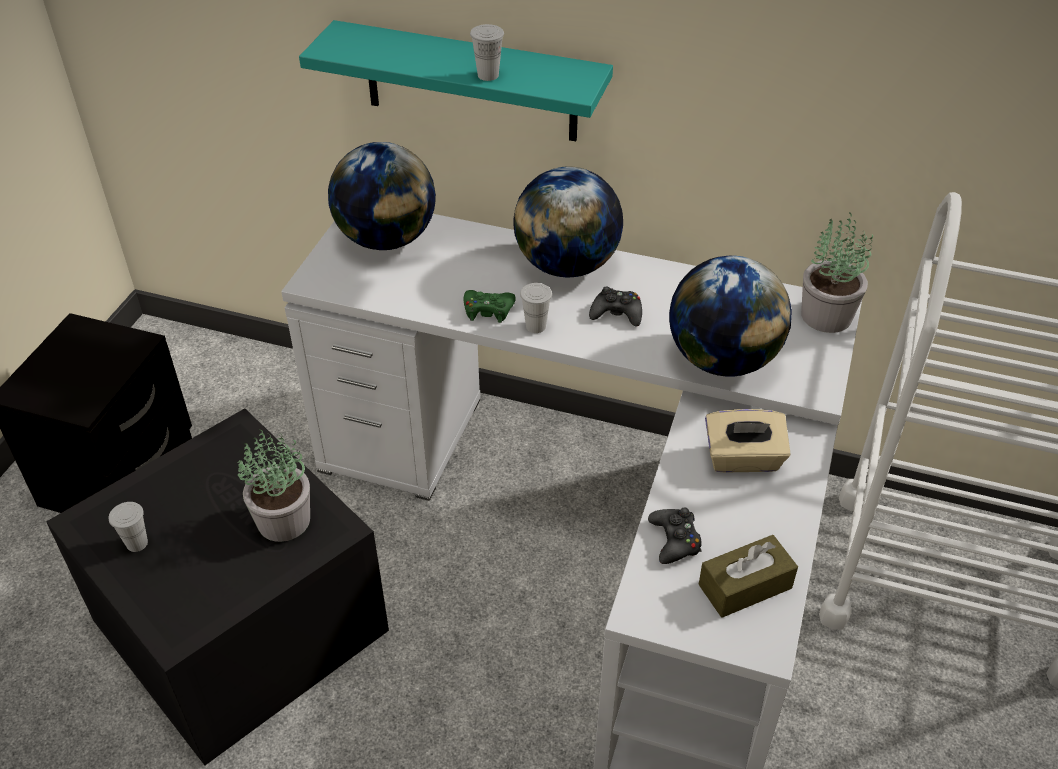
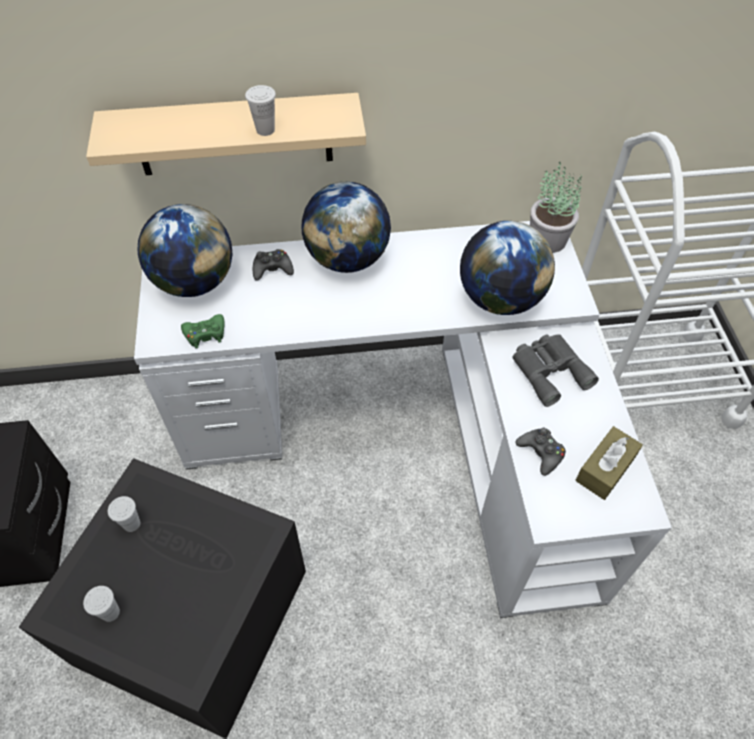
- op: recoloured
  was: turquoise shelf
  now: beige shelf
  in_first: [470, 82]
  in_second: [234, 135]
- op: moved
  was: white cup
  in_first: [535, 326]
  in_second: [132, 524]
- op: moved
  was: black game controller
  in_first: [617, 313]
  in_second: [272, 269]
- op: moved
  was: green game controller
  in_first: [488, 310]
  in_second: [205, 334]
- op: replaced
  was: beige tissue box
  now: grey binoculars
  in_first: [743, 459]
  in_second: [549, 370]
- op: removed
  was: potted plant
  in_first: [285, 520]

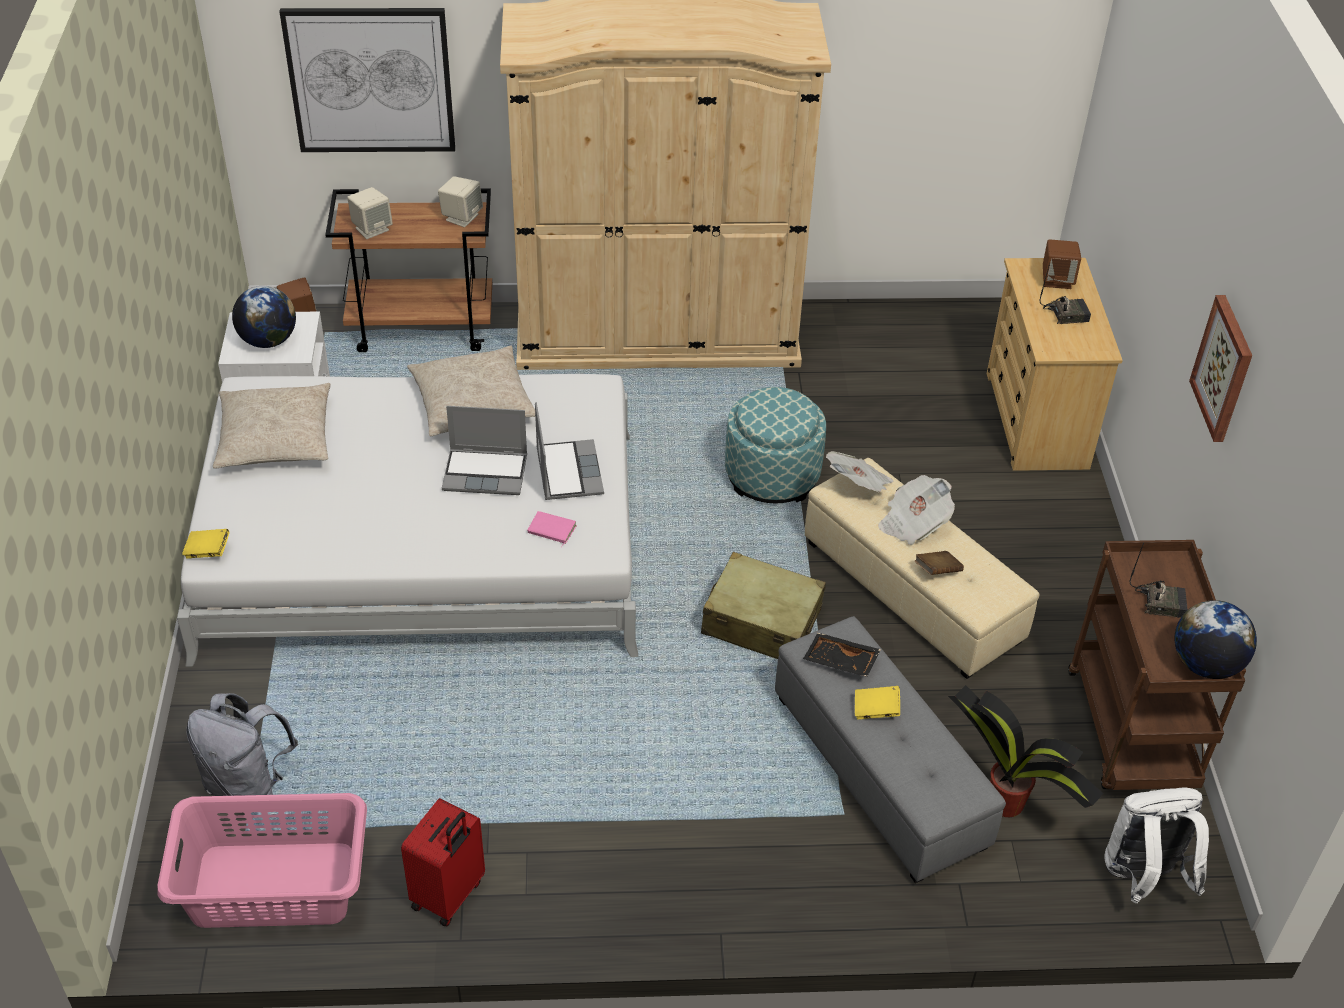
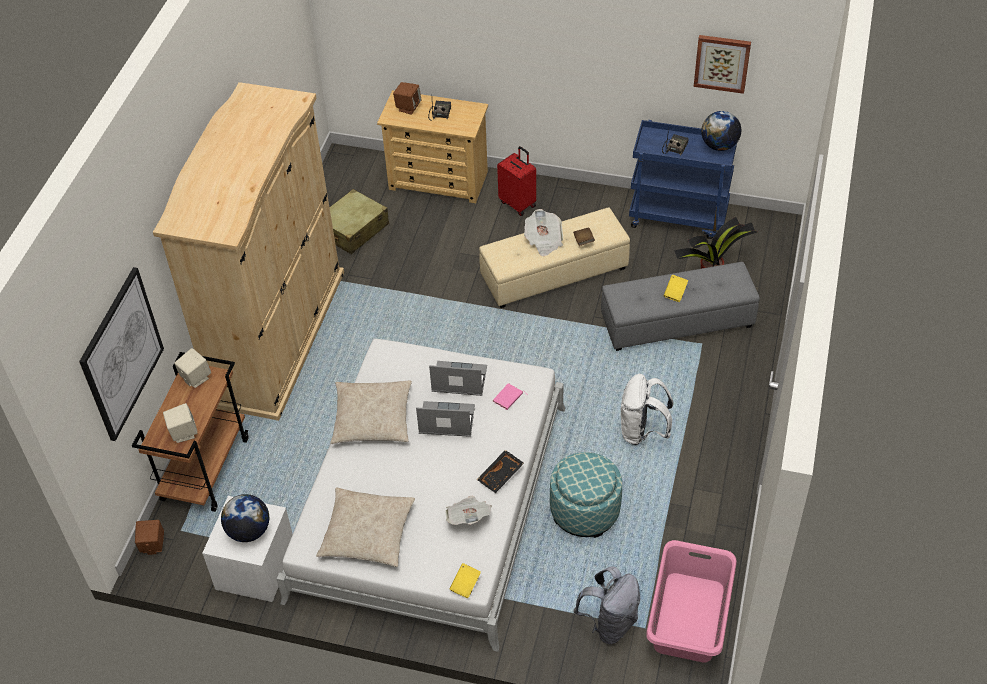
- op: moved
  was: picture
  in_first: [1224, 368]
  in_second: [722, 63]
- op: moved
  was: ottoman
  in_first: [772, 475]
  in_second: [585, 511]
- op: turned
  was: laptop
  in_first: [486, 472]
  in_second: [446, 421]
  clockwise: -105
- op: moved
  was: newspaper
  in_first: [858, 485]
  in_second: [468, 517]
- op: recoloured
  was: brown cart
  now: blue cart
  in_first: [1132, 733]
  in_second: [679, 216]
- op: moved
  was: beige suitcase
  in_first: [761, 622]
  in_second: [353, 230]
- op: moved
  was: black tray
  in_first: [840, 662]
  in_second: [501, 475]
- op: moved
  was: white backpack
  in_first: [1143, 877]
  in_second: [642, 431]
- op: moved
  was: red suitcase
  in_first: [449, 895]
  in_second: [518, 203]

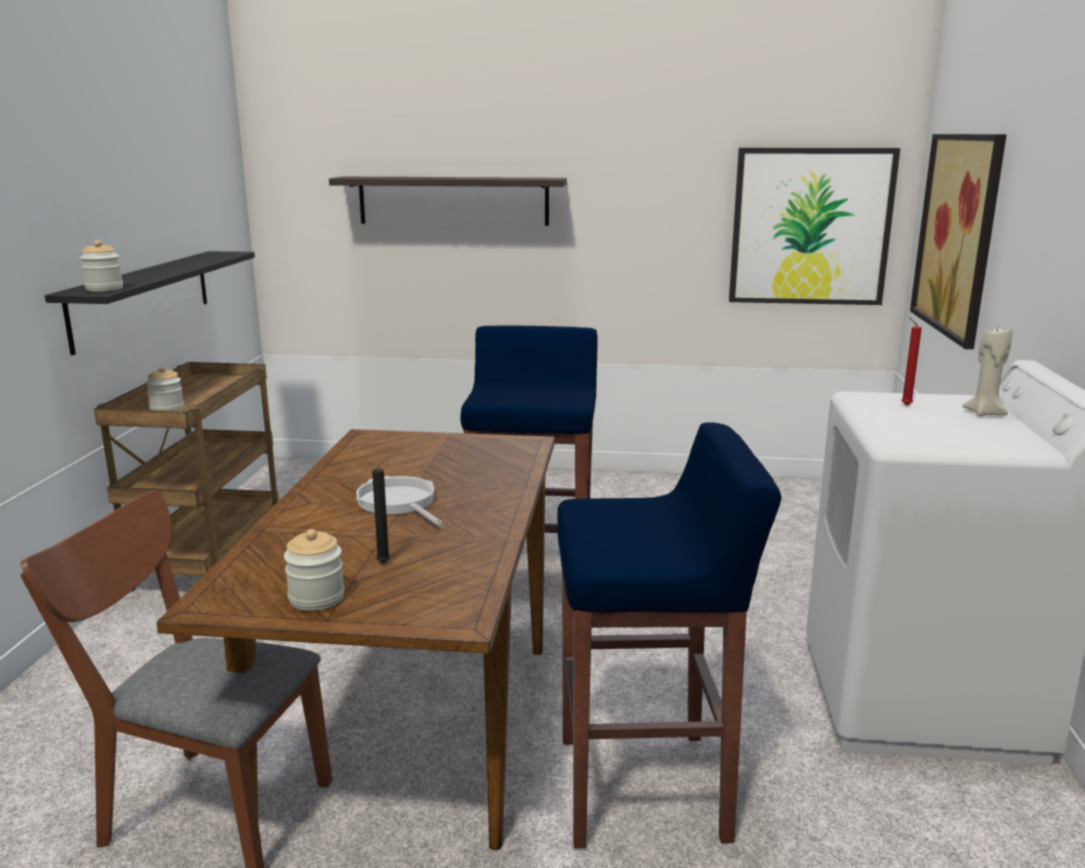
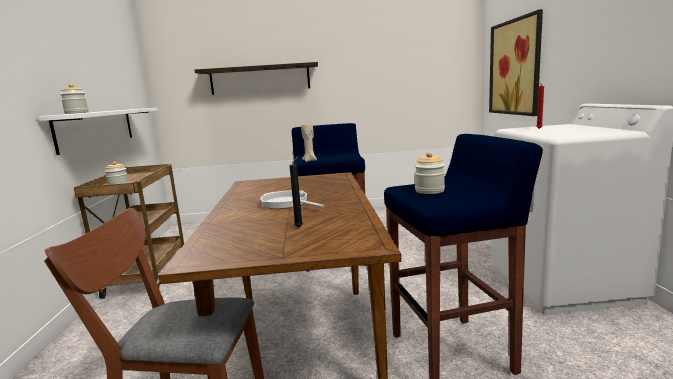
- op: removed
  was: picture
  in_first: [810, 227]
- op: recoloured
  was: black shelf
  now: white shelf
  in_first: [143, 298]
  in_second: [97, 128]
- op: moved
  was: beige candle
  in_first: [984, 413]
  in_second: [310, 160]
- op: moved
  was: jar
  in_first: [316, 598]
  in_second: [429, 191]

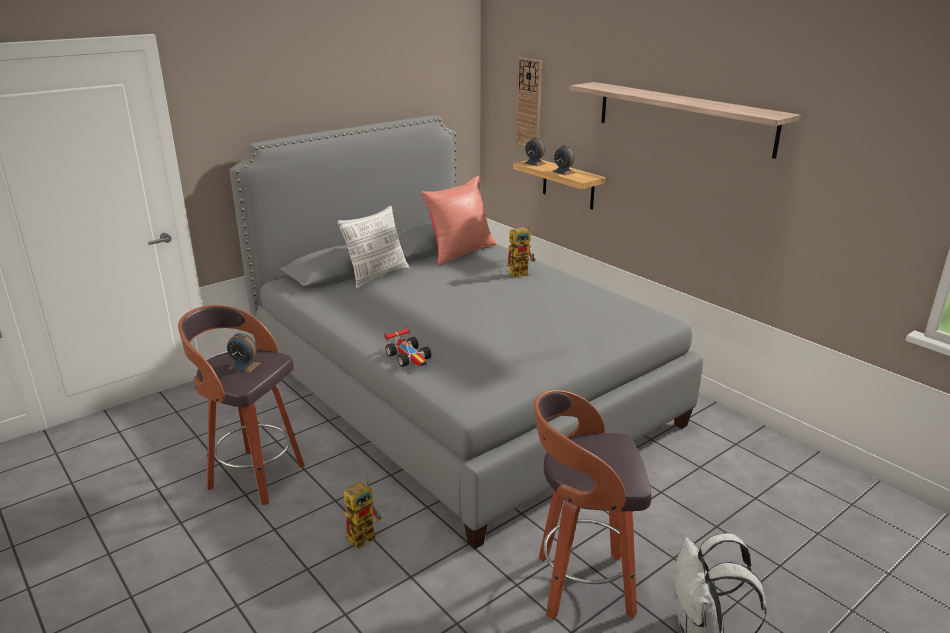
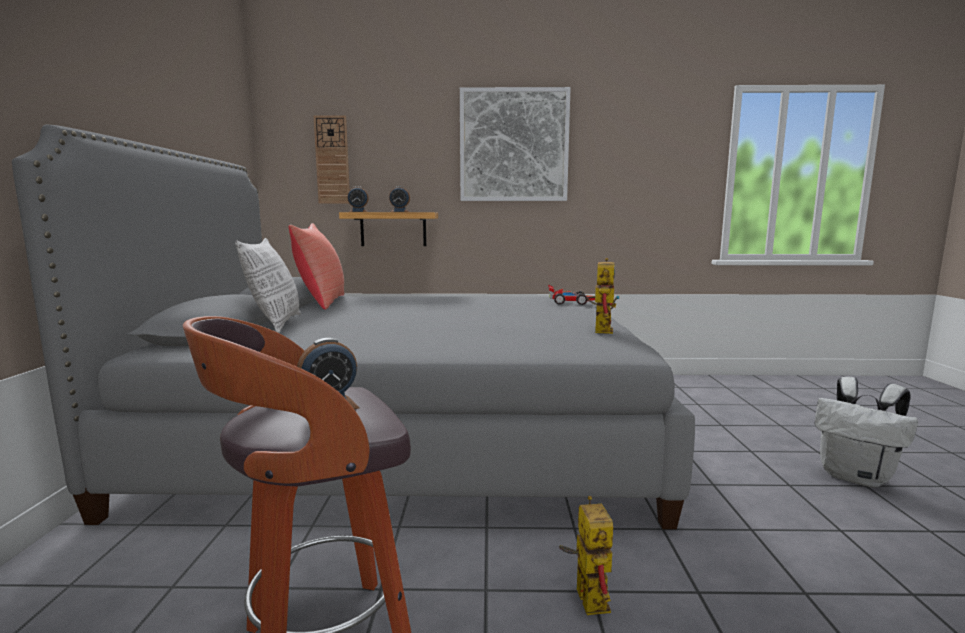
- op: replaced
  was: shelf
  now: picture
  in_first: [683, 117]
  in_second: [514, 145]
- op: moved
  was: toy robot
  in_first: [521, 273]
  in_second: [601, 329]
- op: moved
  was: toy car
  in_first: [409, 356]
  in_second: [570, 302]
- op: removed
  was: stool
  in_first: [581, 586]

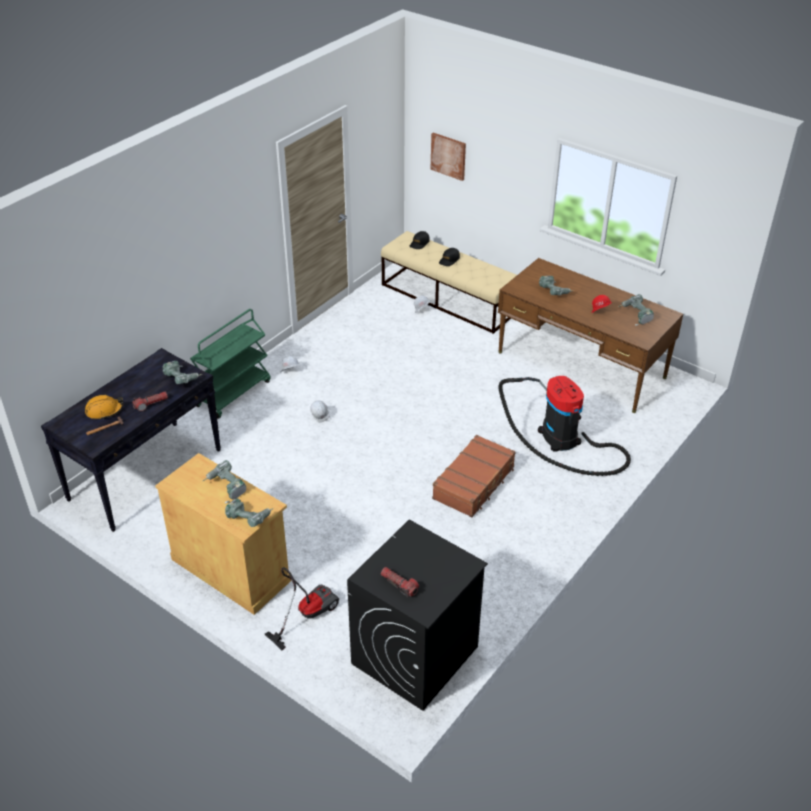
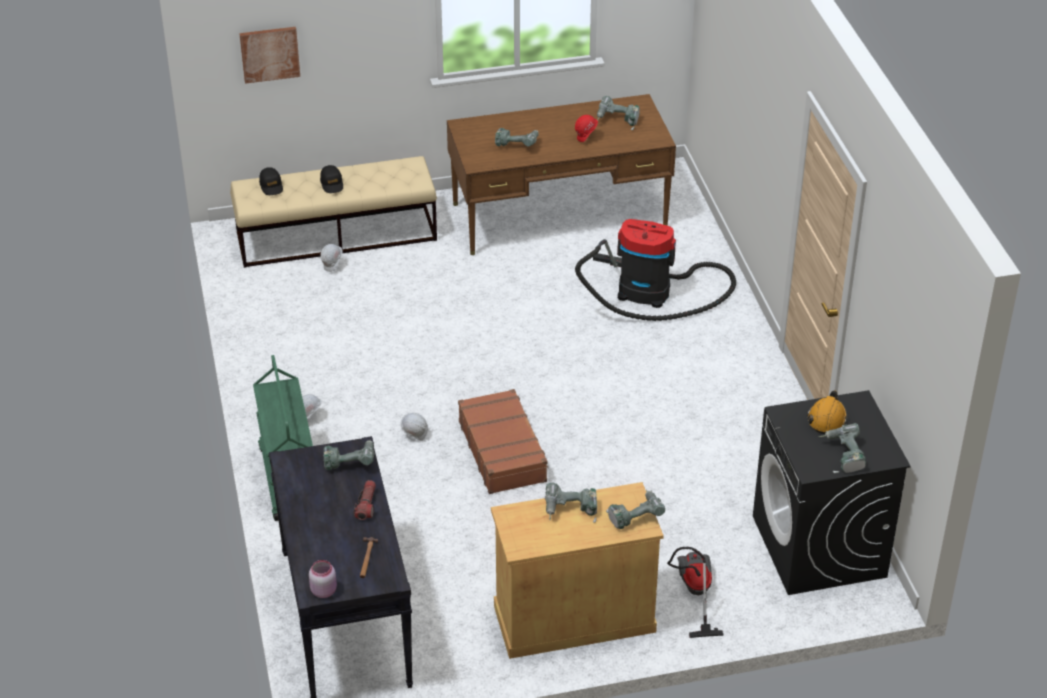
- op: moved
  was: orange hard hat
  in_first: [104, 411]
  in_second: [826, 418]
- op: moved
  was: brown suitcase
  in_first: [474, 483]
  in_second: [503, 451]
- op: replaced
  was: flashlight
  now: power drill
  in_first: [399, 585]
  in_second: [843, 456]
- op: added
  now: pink jar
  in_second: [324, 590]

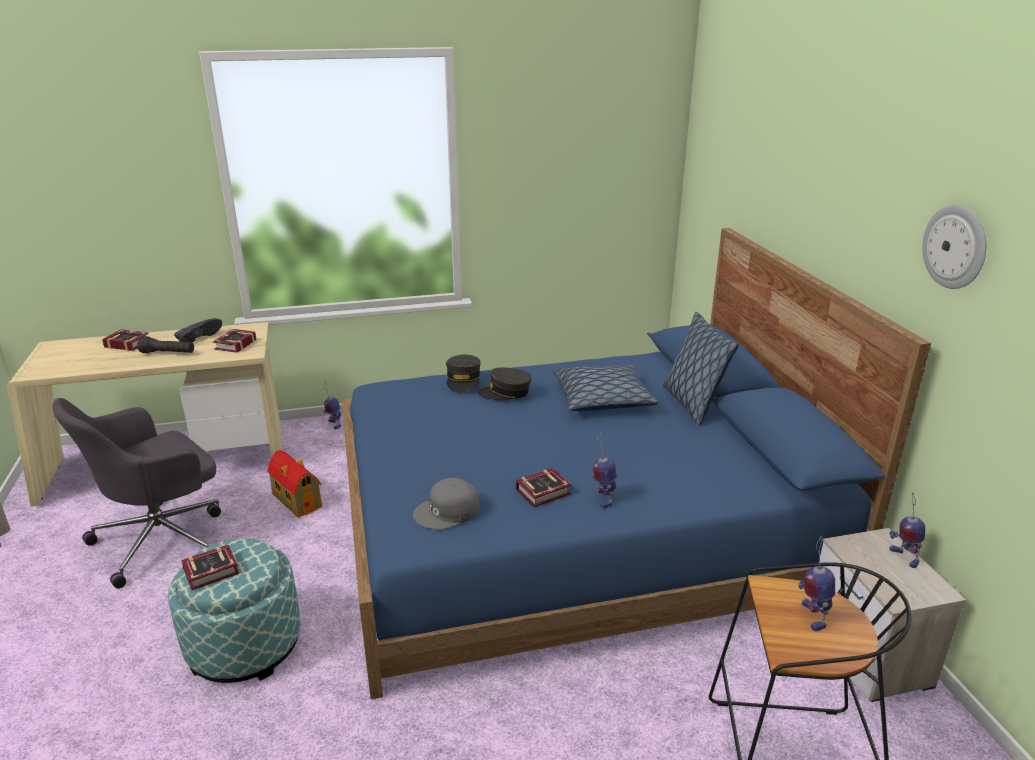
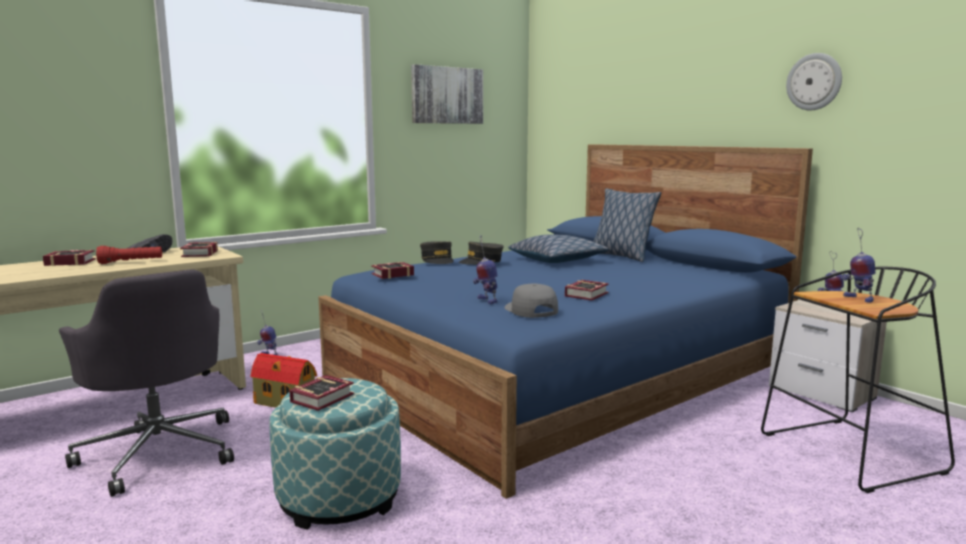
- op: recoloured
  was: black flashlight
  now: red flashlight
  in_first: [168, 353]
  in_second: [131, 262]
- op: turned
  was: grey office chair
  in_first: [163, 539]
  in_second: [159, 452]
  clockwise: -60
- op: moved
  was: toy robot
  in_first: [603, 498]
  in_second: [486, 300]
- op: turned
  was: grey cap
  in_first: [448, 512]
  in_second: [530, 310]
  clockwise: 120
- op: added
  now: picture
  in_second: [447, 95]
- op: added
  now: book
  in_second: [390, 274]

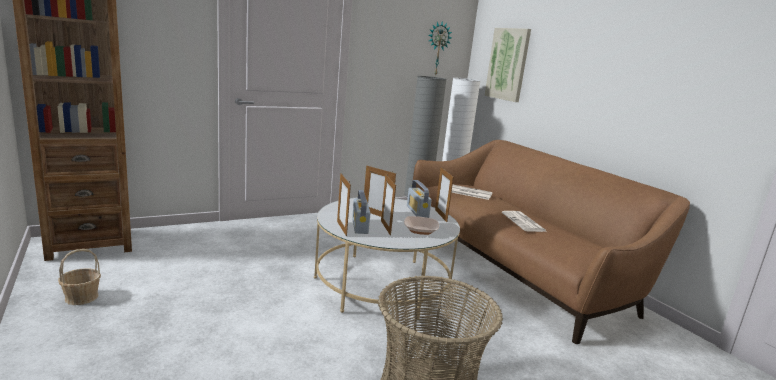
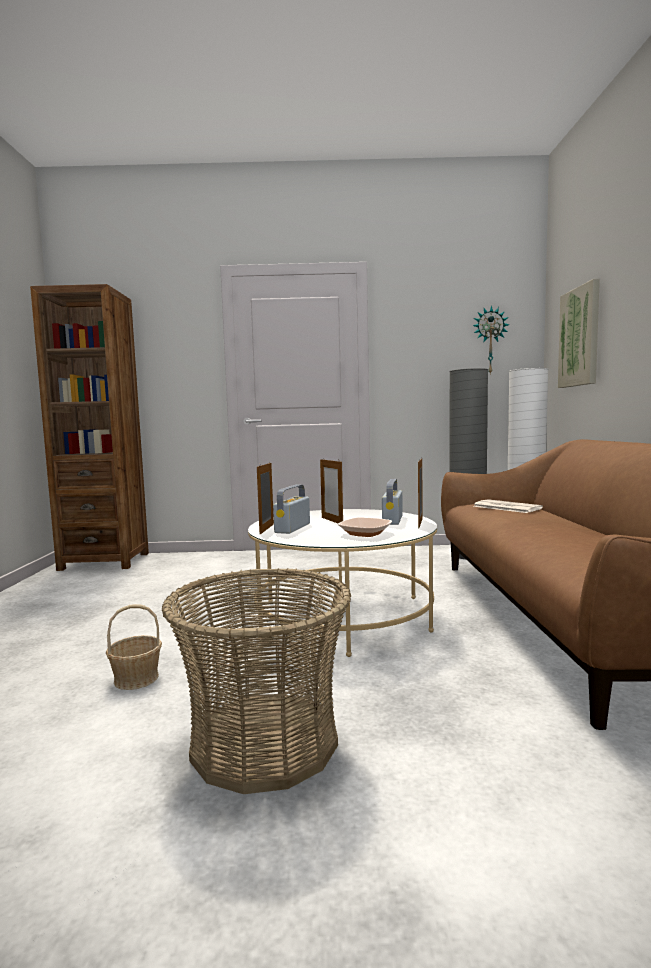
- op: removed
  was: picture frame
  in_first: [385, 228]
- op: removed
  was: newspaper
  in_first: [524, 222]
- op: moved
  was: basket
  in_first: [81, 297]
  in_second: [136, 678]

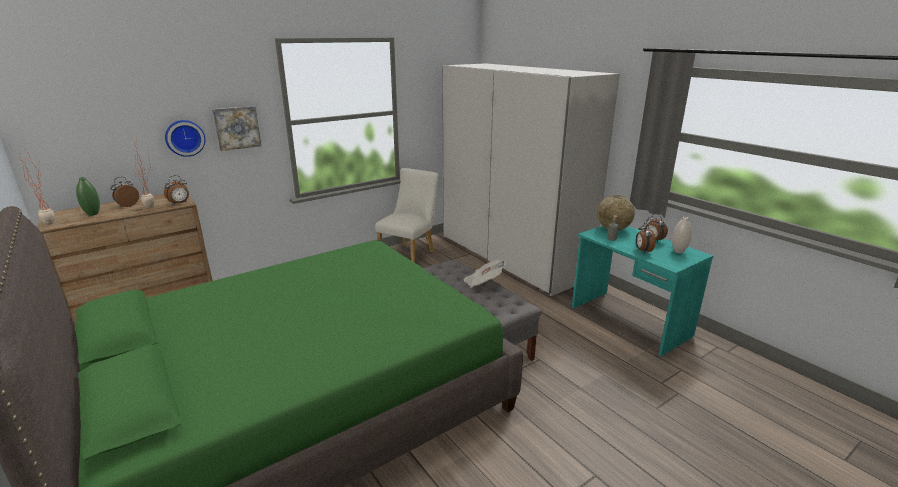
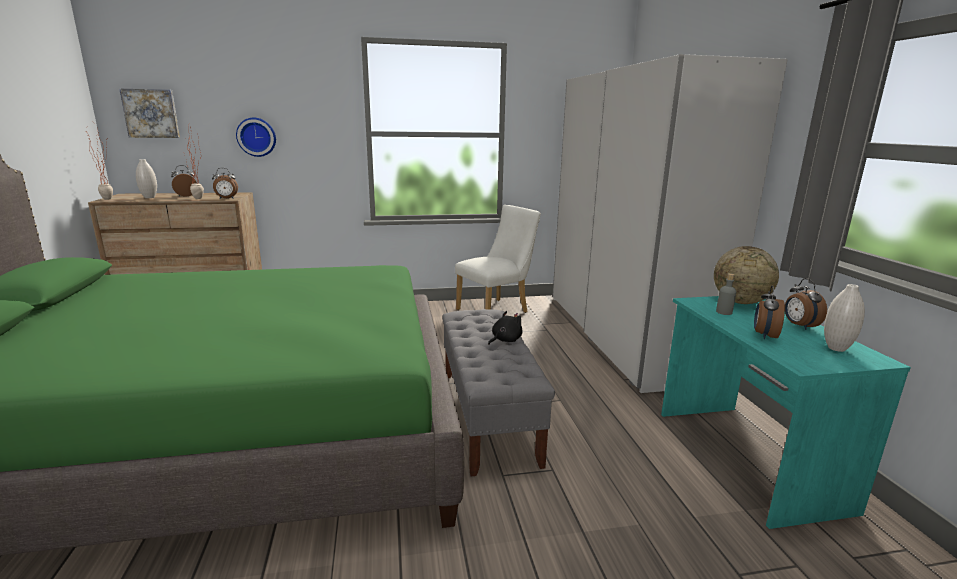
- op: moved
  was: picture
  in_first: [237, 127]
  in_second: [151, 113]
- op: recoloured
  was: green vase
  now: white vase
  in_first: [93, 214]
  in_second: [149, 197]
- op: replaced
  was: newspaper
  now: black plush toy
  in_first: [483, 282]
  in_second: [505, 340]

